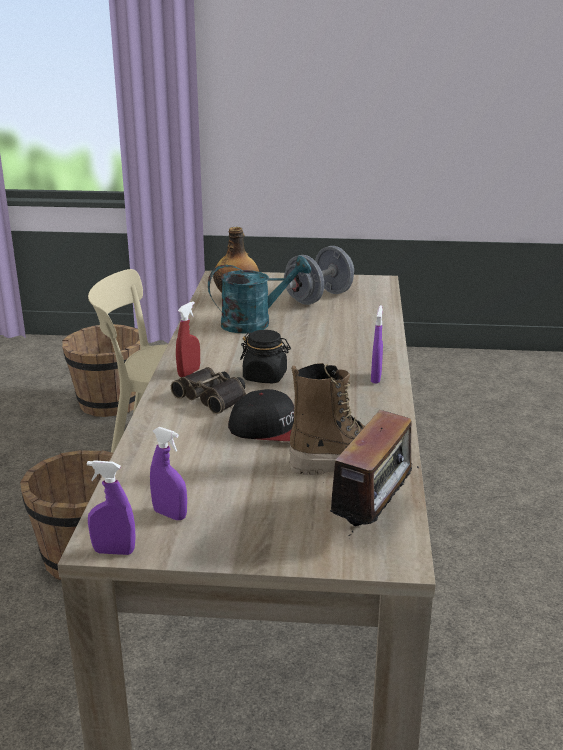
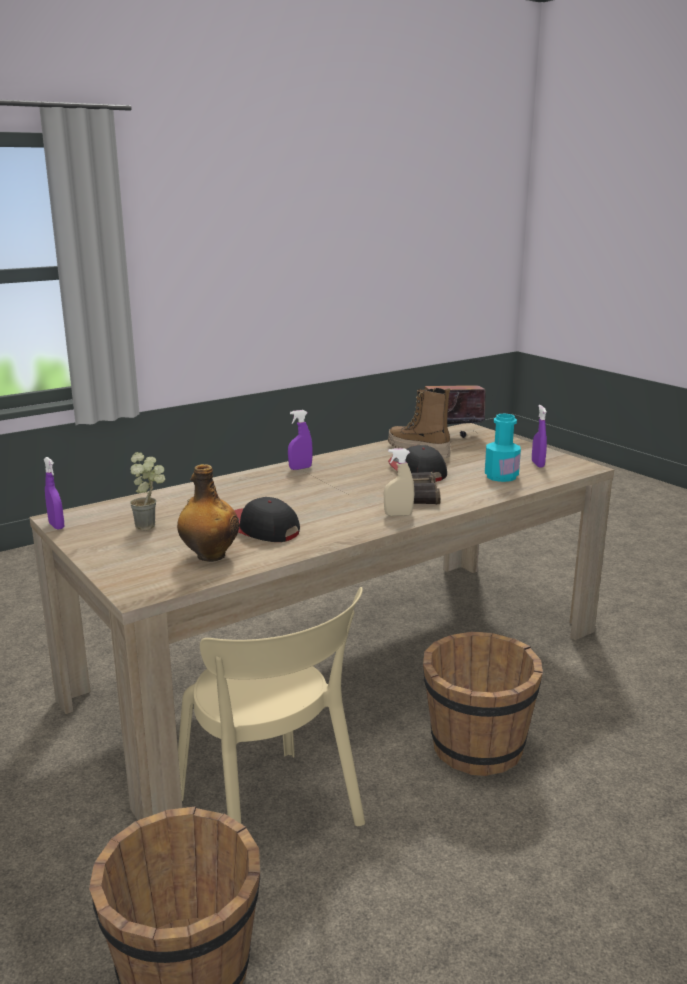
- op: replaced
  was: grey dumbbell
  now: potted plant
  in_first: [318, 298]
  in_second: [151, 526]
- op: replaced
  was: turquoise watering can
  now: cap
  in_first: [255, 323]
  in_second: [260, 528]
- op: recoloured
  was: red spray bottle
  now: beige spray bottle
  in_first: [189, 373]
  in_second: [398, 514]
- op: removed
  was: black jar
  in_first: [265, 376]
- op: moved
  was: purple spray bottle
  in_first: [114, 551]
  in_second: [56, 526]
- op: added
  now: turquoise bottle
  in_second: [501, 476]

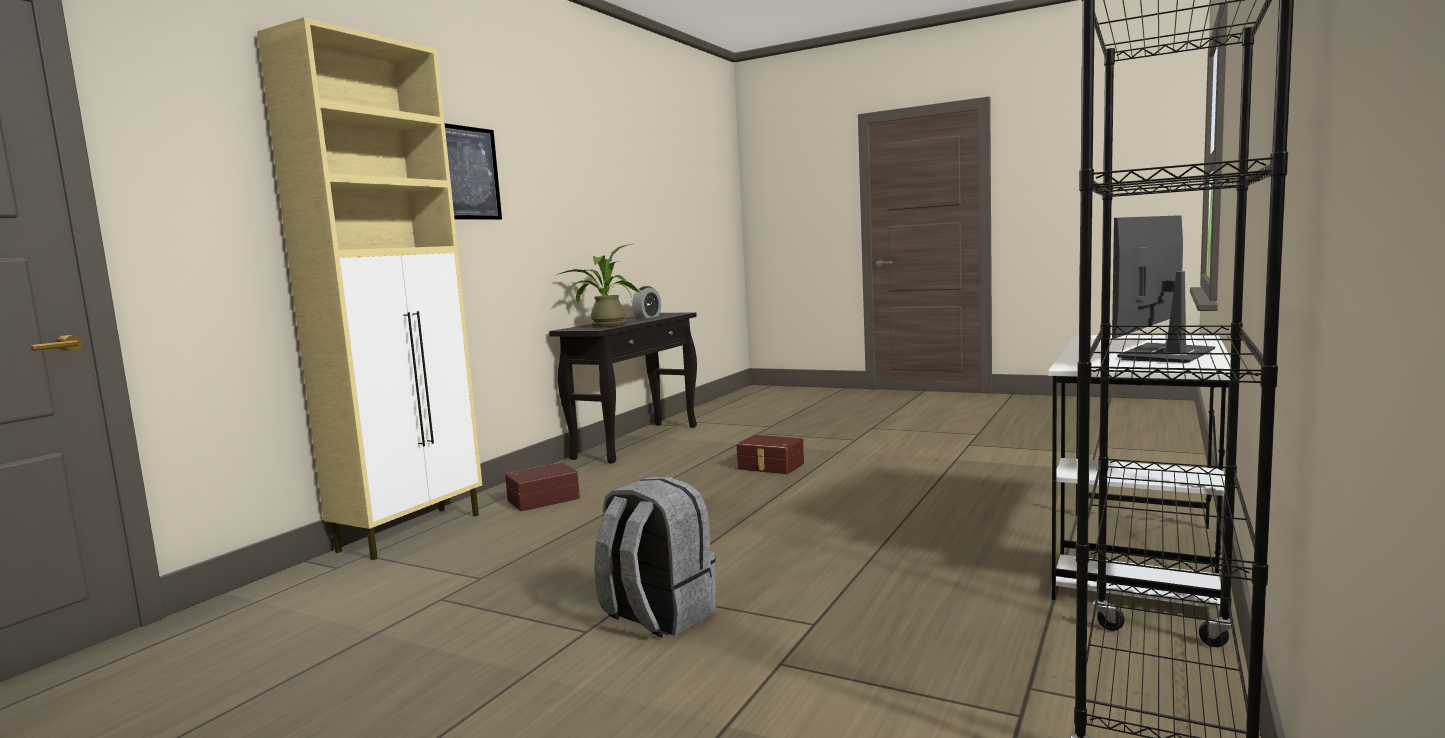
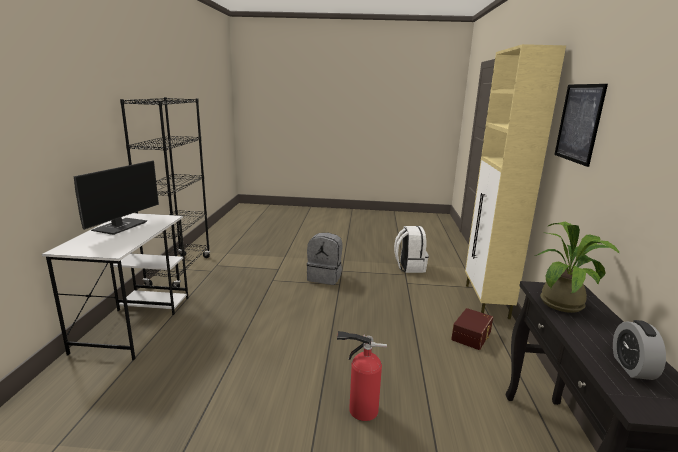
- op: replaced
  was: brown storage box
  now: fire extinguisher
  in_first: [770, 466]
  in_second: [360, 409]
- op: added
  now: white backpack
  in_second: [409, 267]

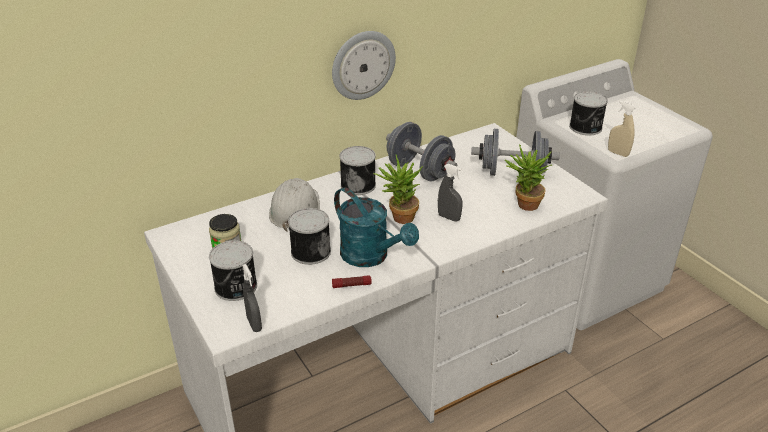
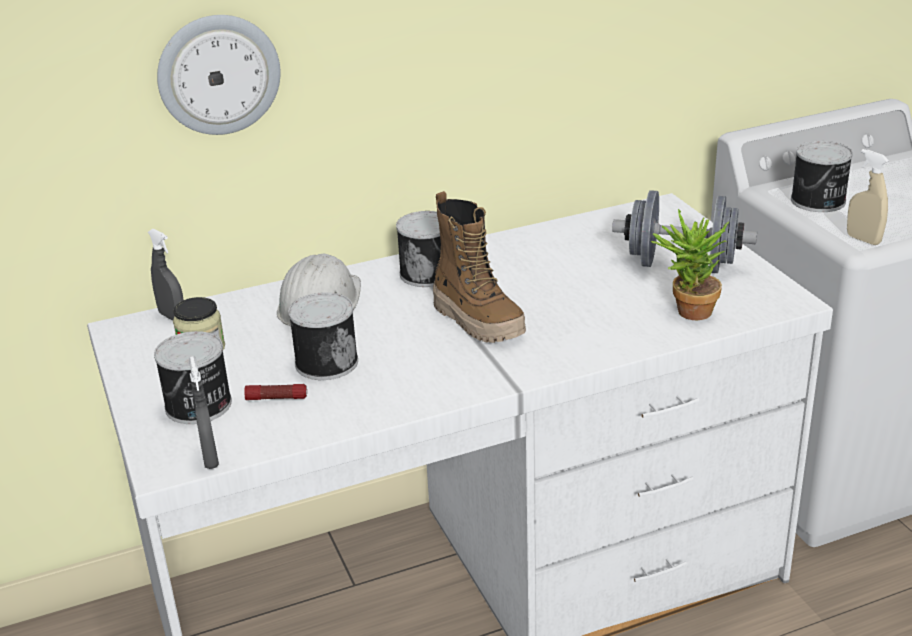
- op: moved
  was: wall clock
  in_first: [362, 65]
  in_second: [218, 74]
- op: removed
  was: grey dumbbell
  in_first: [420, 171]
- op: replaced
  was: potted plant
  now: boot
  in_first: [399, 217]
  in_second: [478, 321]
- op: moved
  was: grey spray bottle
  in_first: [449, 217]
  in_second: [172, 317]
- op: removed
  was: turquoise watering can
  in_first: [371, 256]
- op: moved
  was: flashlight
  in_first: [351, 285]
  in_second: [276, 398]

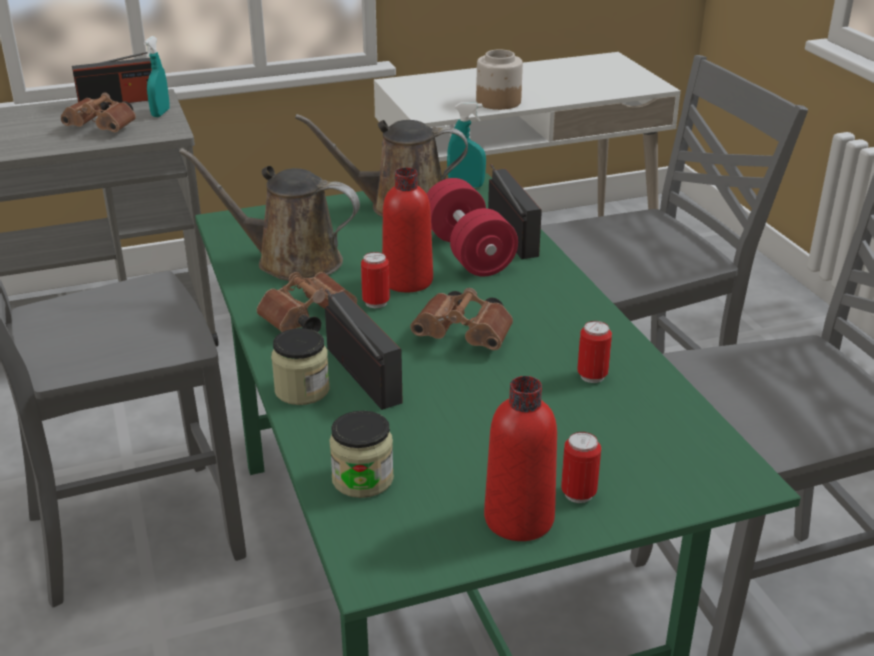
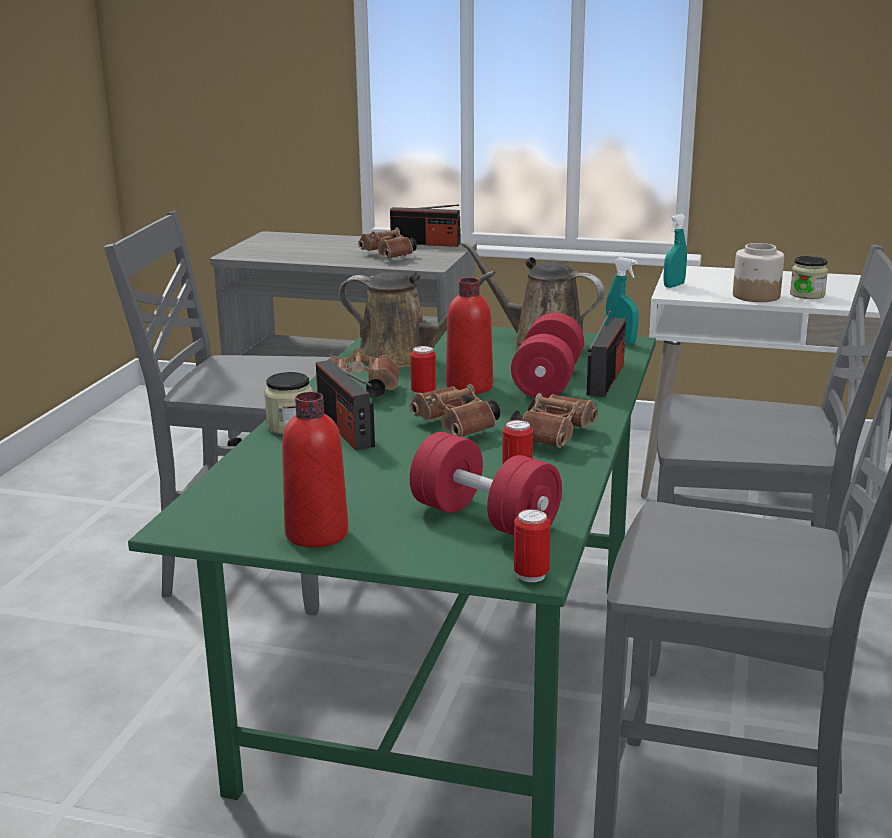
- op: moved
  was: turquoise spray bottle
  in_first: [160, 113]
  in_second: [674, 285]
- op: turned
  was: brown watering can
  in_first: [291, 261]
  in_second: [402, 357]
  clockwise: 150
- op: turned
  was: radio
  in_first: [363, 374]
  in_second: [345, 429]
  clockwise: 150
- op: moved
  was: jar
  in_first: [362, 479]
  in_second: [807, 295]
- op: moved
  was: can
  in_first: [578, 494]
  in_second: [531, 575]
- op: added
  now: brown binoculars
  in_second: [554, 436]
- op: added
  now: red dumbbell
  in_second: [484, 519]

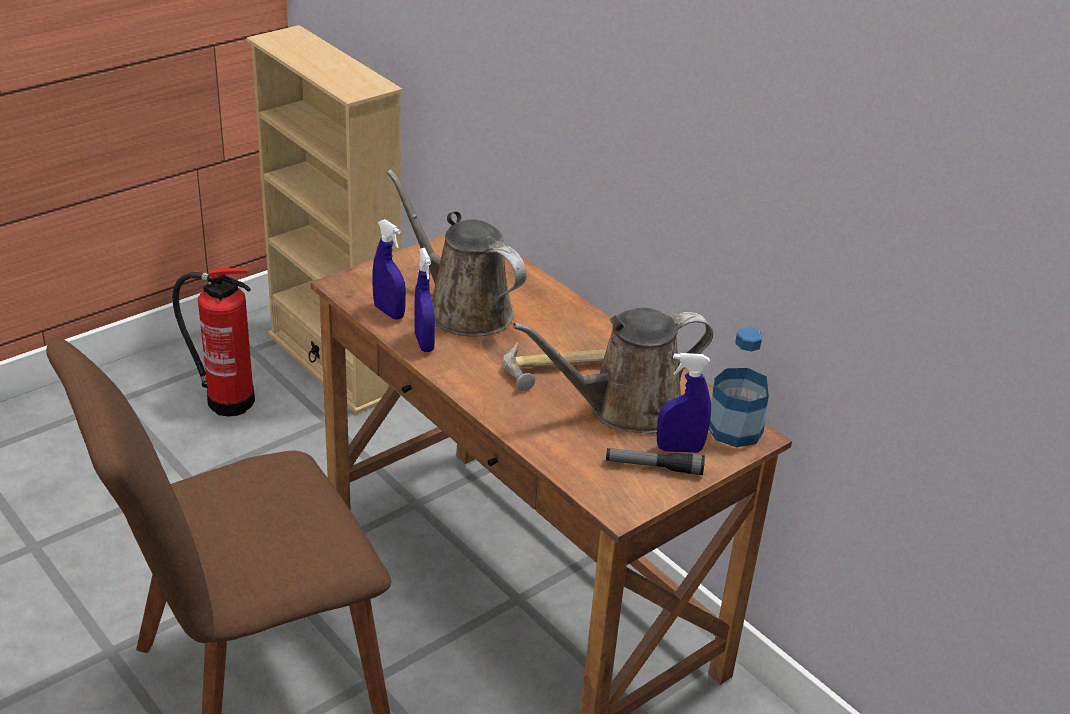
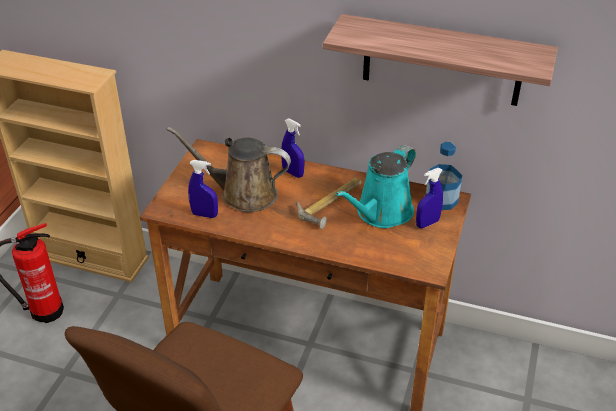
- op: moved
  was: blue spray bottle
  in_first: [424, 343]
  in_second: [293, 173]
- op: recoloured
  was: brown watering can
  now: turquoise watering can
  in_first: [625, 408]
  in_second: [381, 213]
- op: removed
  was: flashlight
  in_first: [653, 467]
- op: added
  now: shelf
  in_second: [442, 61]

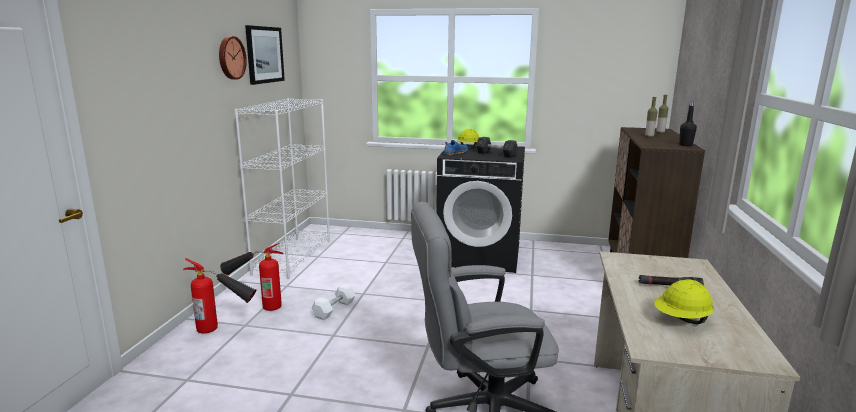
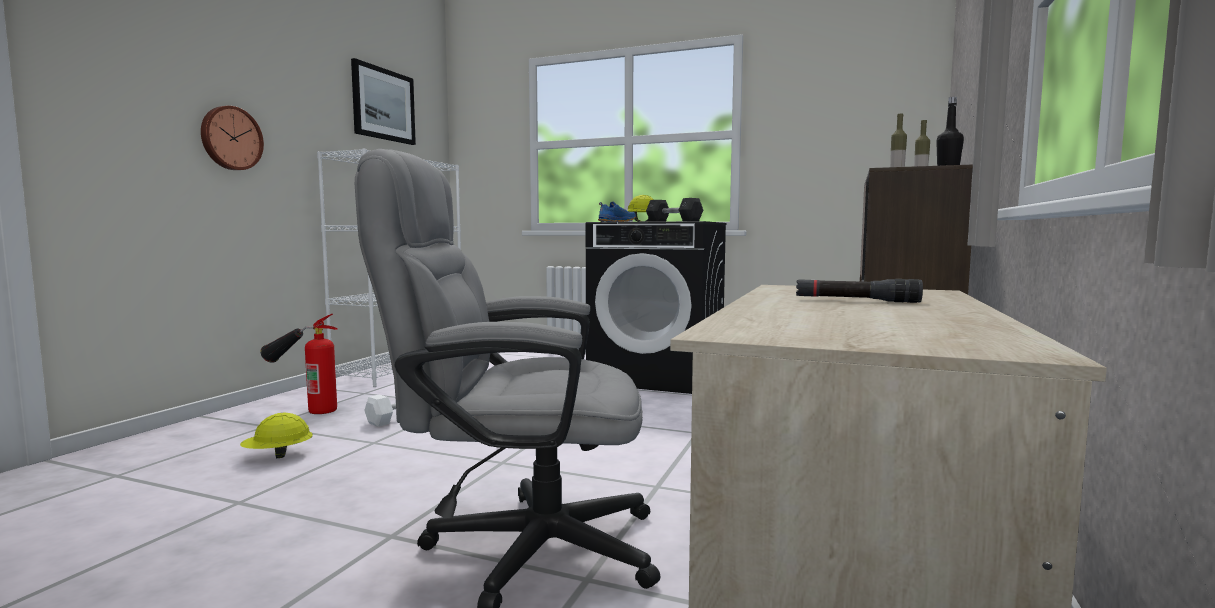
- op: moved
  was: wall clock
  in_first: [230, 58]
  in_second: [230, 138]
- op: removed
  was: fire extinguisher
  in_first: [224, 330]
- op: moved
  was: yellow hard hat
  in_first: [681, 320]
  in_second: [278, 456]

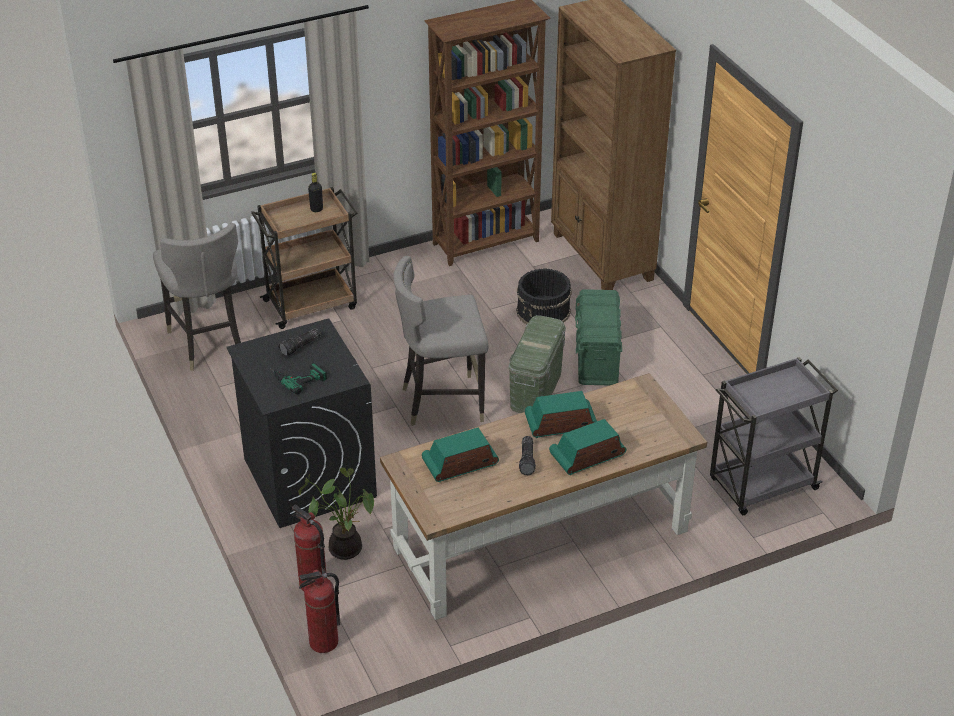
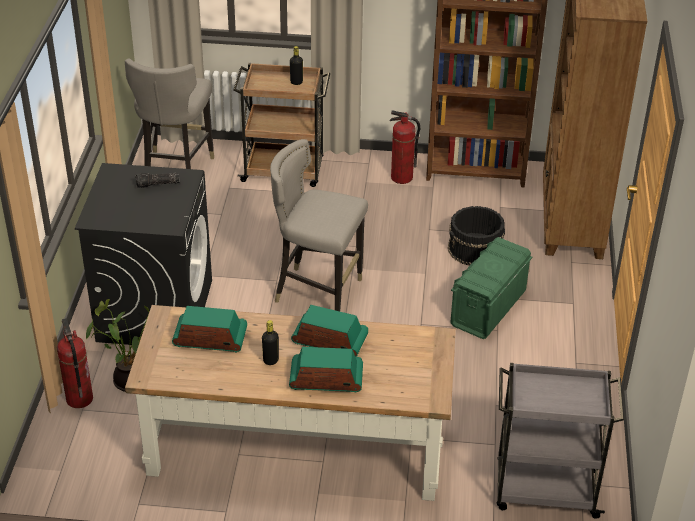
- op: removed
  was: green storage box
  in_first: [536, 389]
- op: removed
  was: power drill
  in_first: [296, 376]
- op: replaced
  was: flashlight
  now: black bottle
  in_first: [528, 460]
  in_second: [271, 360]
- op: moved
  was: fire extinguisher
  in_first: [324, 642]
  in_second: [401, 177]

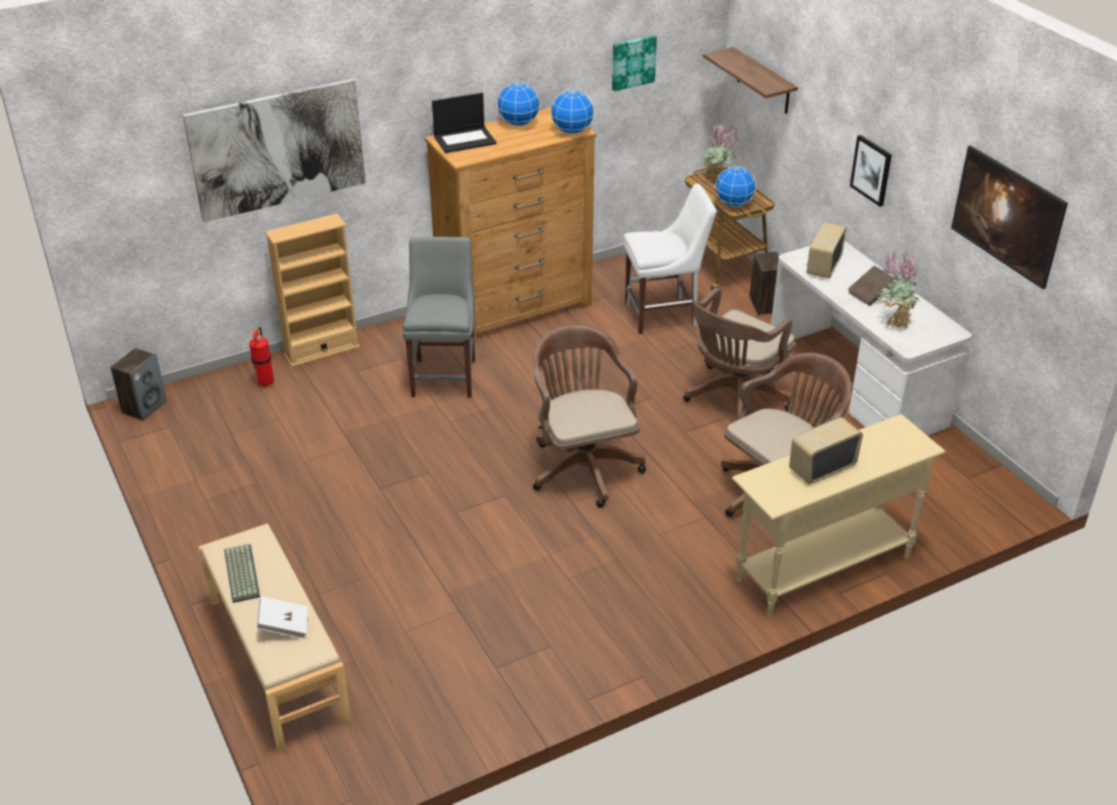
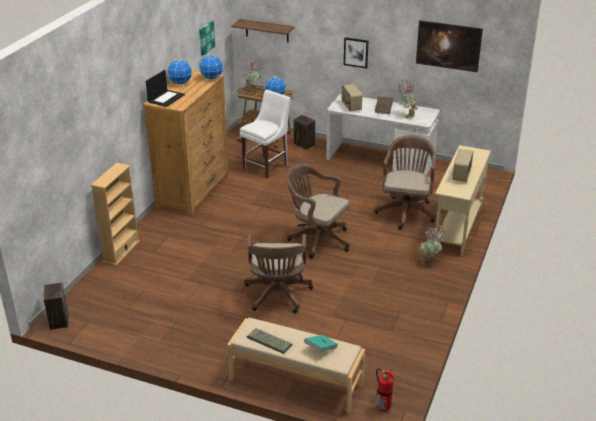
- op: removed
  was: picture
  in_first: [277, 149]
- op: removed
  was: grey chair
  in_first: [445, 375]
- op: moved
  was: brown office chair
  in_first: [734, 399]
  in_second: [277, 296]
- op: moved
  was: fire extinguisher
  in_first: [265, 381]
  in_second: [382, 406]
- op: recoloured
  was: white book
  now: turquoise book
  in_first: [284, 626]
  in_second: [320, 348]
- op: added
  now: potted plant
  in_second: [429, 262]

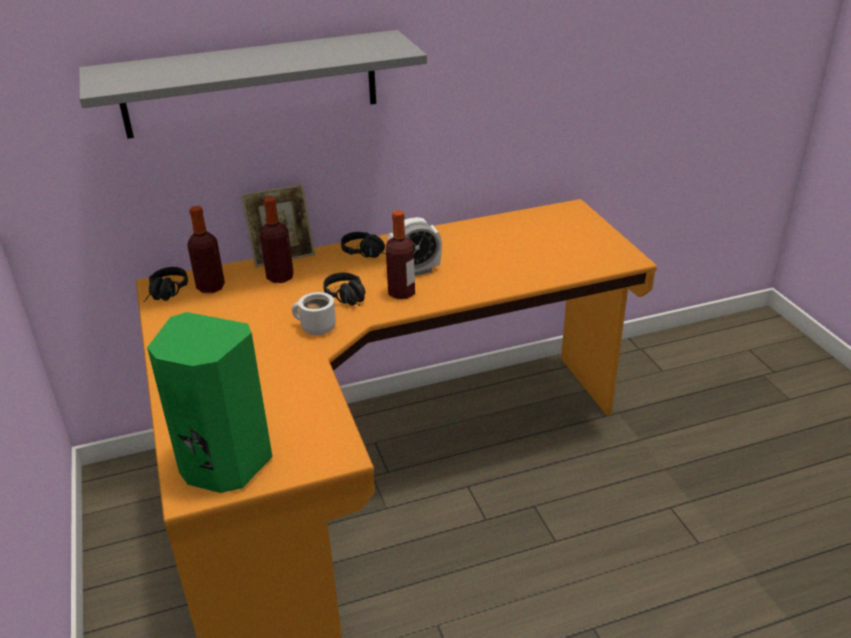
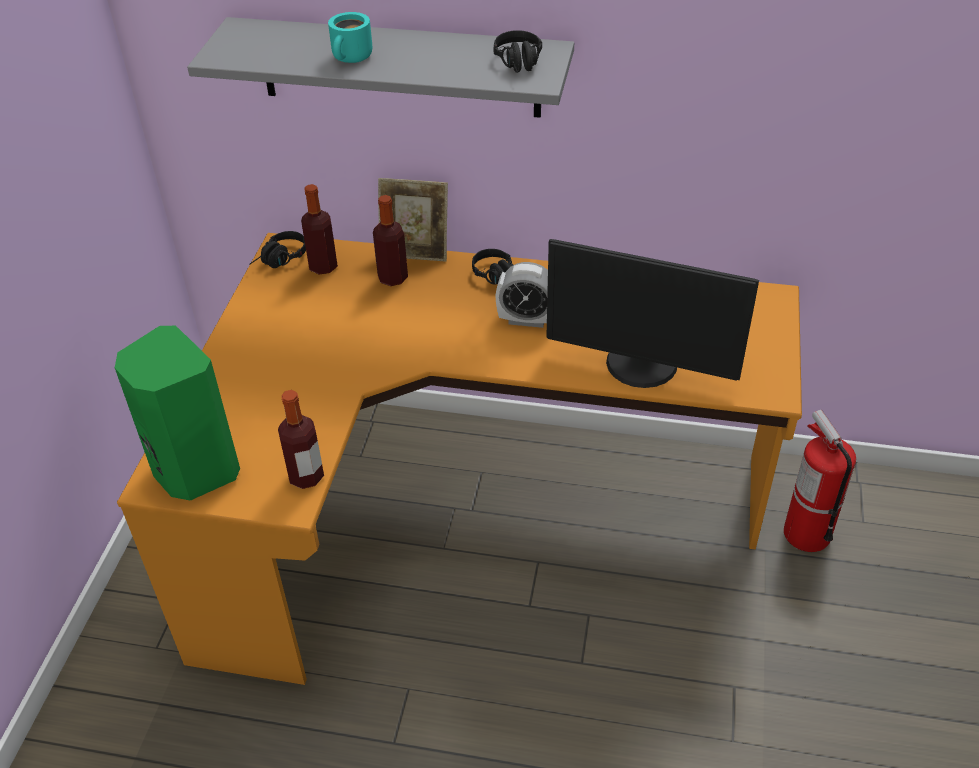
- op: moved
  was: bottle
  in_first: [401, 293]
  in_second: [306, 476]
- op: moved
  was: black headphones
  in_first: [349, 299]
  in_second: [520, 65]
- op: removed
  was: white mug
  in_first: [315, 328]
- op: added
  now: turquoise mug
  in_second: [352, 58]
- op: added
  now: monitor
  in_second: [640, 366]
- op: added
  now: fire extinguisher
  in_second: [806, 533]

